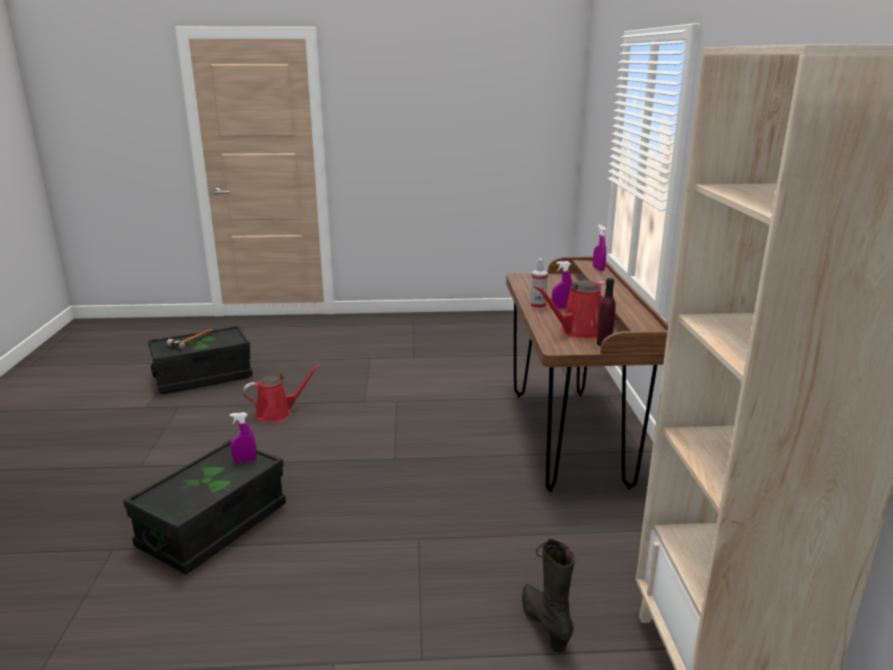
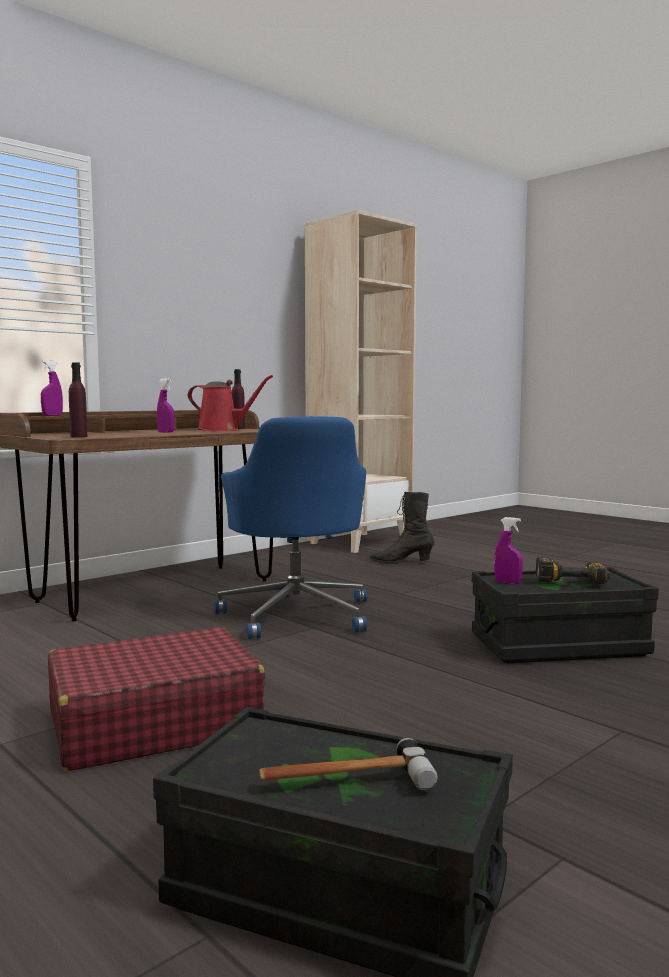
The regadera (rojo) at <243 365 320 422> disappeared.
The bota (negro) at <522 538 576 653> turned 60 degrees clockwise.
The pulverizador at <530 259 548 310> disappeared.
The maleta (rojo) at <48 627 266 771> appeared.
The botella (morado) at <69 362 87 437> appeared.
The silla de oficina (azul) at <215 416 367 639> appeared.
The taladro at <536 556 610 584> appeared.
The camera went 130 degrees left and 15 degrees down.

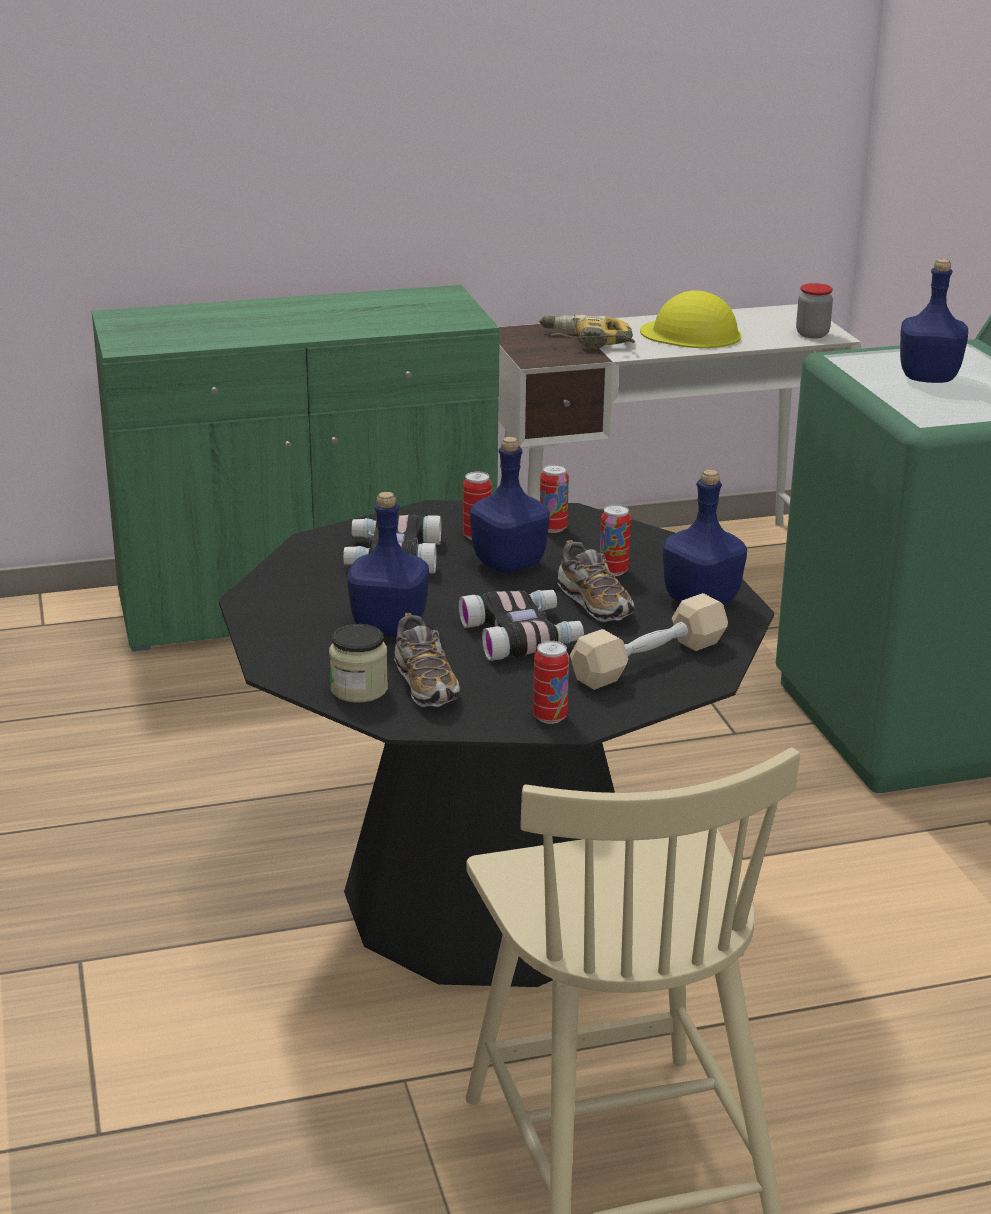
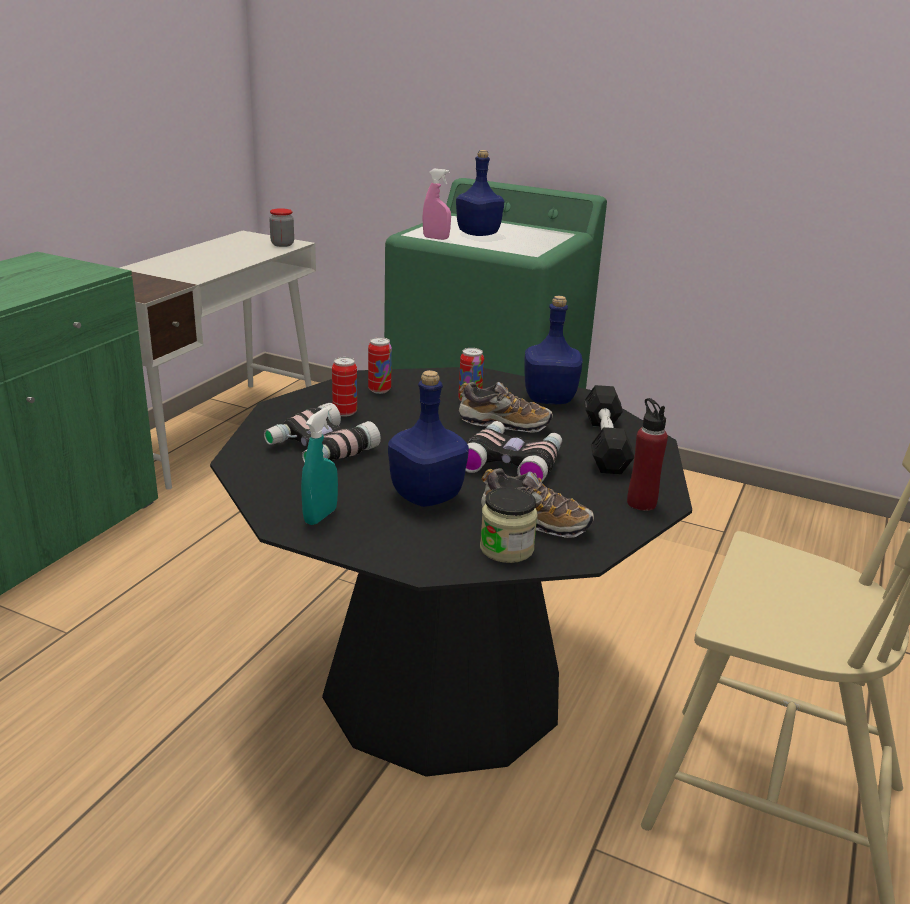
The botella (azul) at <470 437 550 573> disappeared.
The lata at <533 641 569 724> was replaced by the botella (rojo) at <627 398 668 511>.
The taladro at <539 314 635 349> disappeared.
The mancuerna (beis) at <570 593 728 690> became the mancuerna (negro) at <584 385 634 474>.
The casco (amarillo) at <640 290 741 348> disappeared.
The pulverizador (turquesa) at <301 406 338 525> appeared.
The pulverizador (rosa) at <423 169 451 240> appeared.
The camera went 50 degrees left and 0 degrees up.

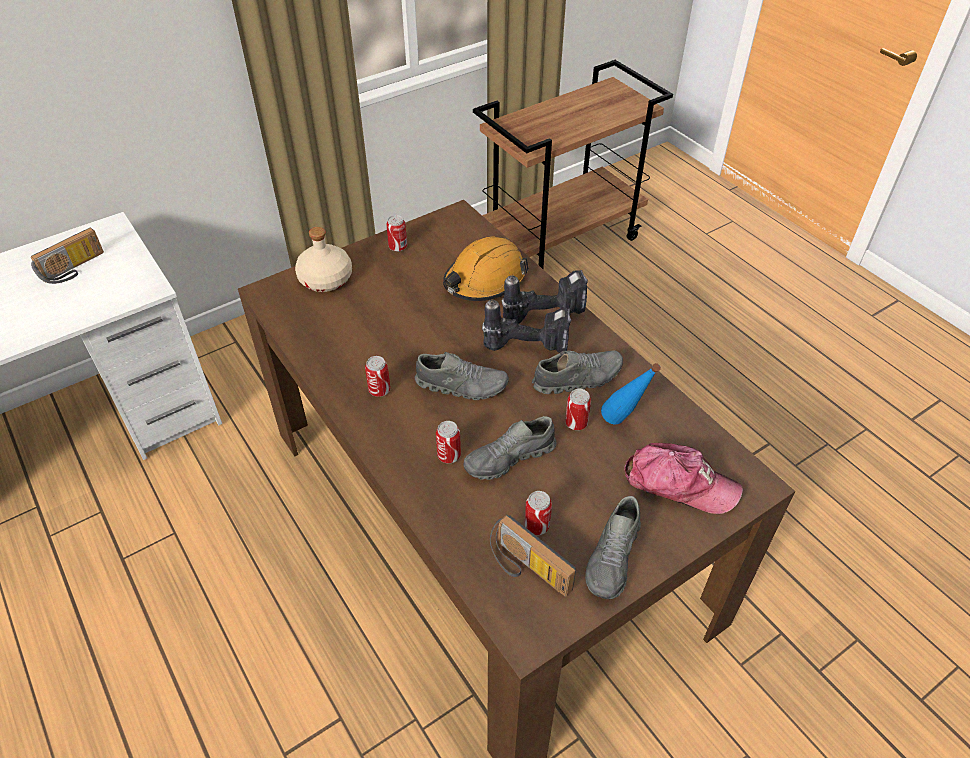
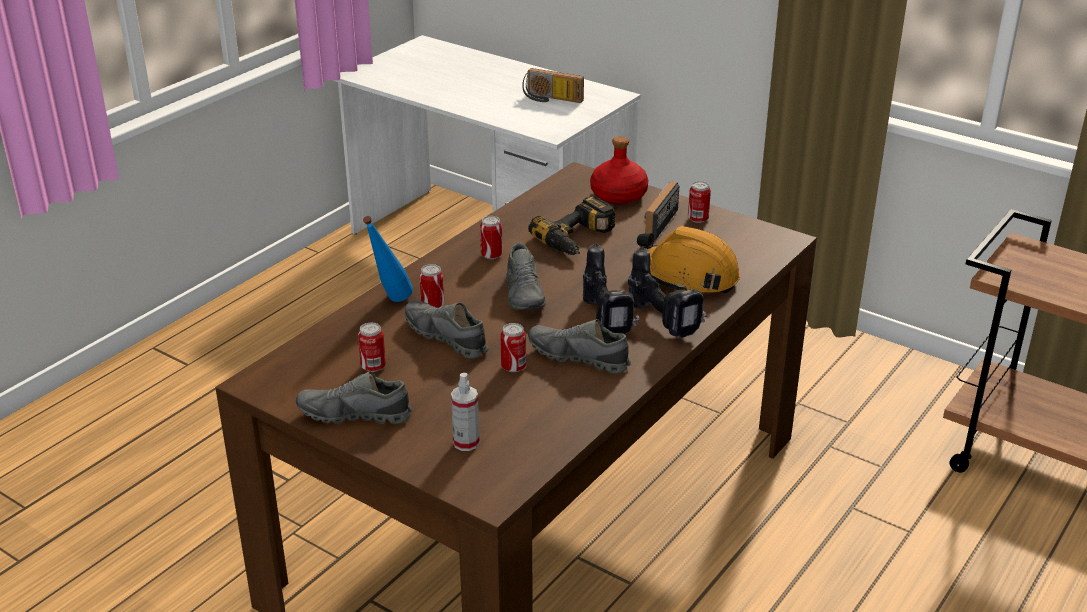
The botella (beis) at <295 227 352 292> became the botella (rojo) at <590 136 649 205>.
The radio moved from <490 515 576 597> to <645 181 679 240>.
The zapato (gris) at <532 350 623 394> turned 150 degrees clockwise.
The botella (azul) moved from <601 363 661 424> to <363 216 413 302>.
The gorra at <624 443 743 514> was replaced by the pulverizador at <451 373 480 451>.
The taladro at <528 196 615 255> appeared.
The camera went 70 degrees right and 15 degrees down.

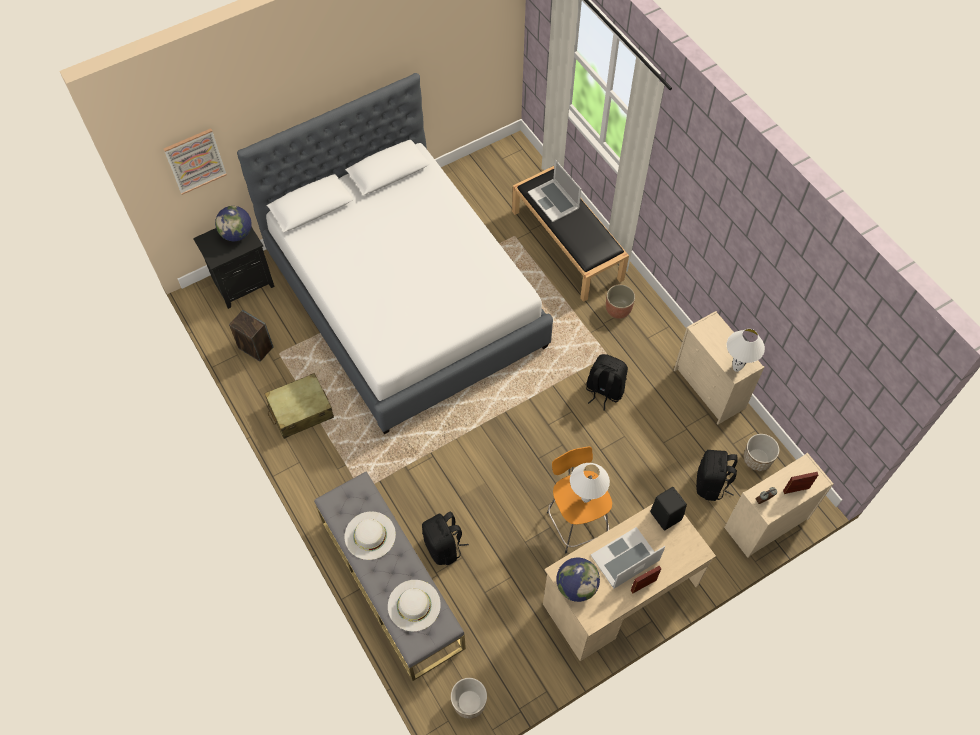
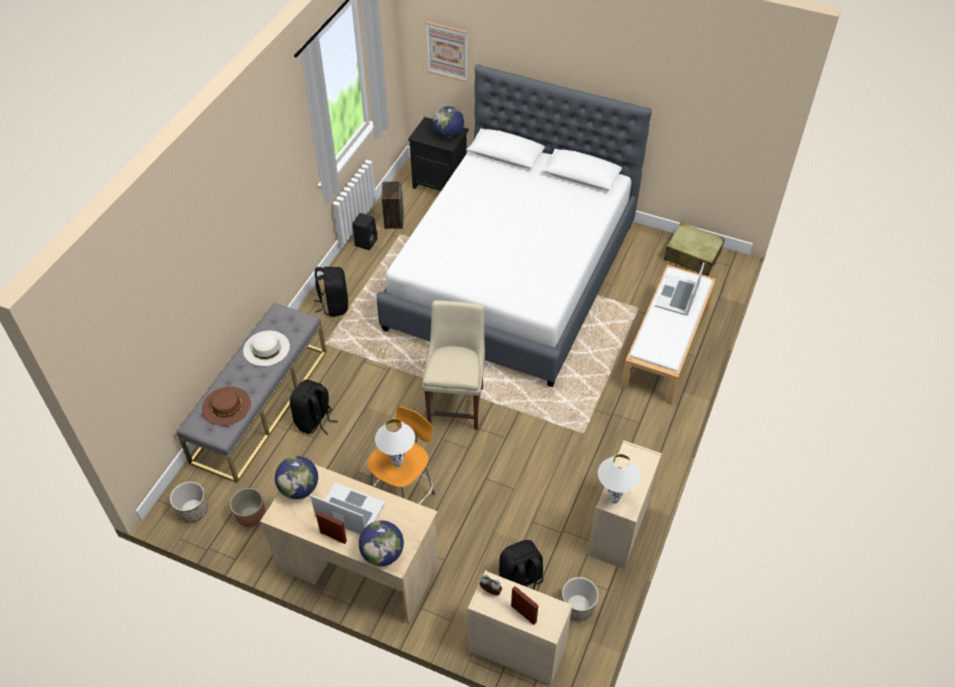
The maleta (beis) moved from <264 373 334 439> to <664 222 725 276>.
The sombrero (blanco) at <388 580 441 632> became the sombrero (marrón) at <202 387 251 426>.
The banco (negro) at <512 166 629 302> became the banco (blanco) at <621 265 716 405>.
The mochila (negro) moved from <586 354 628 410> to <314 267 348 317>.
The maceta moved from <606 285 635 319> to <230 488 265 527>.
The altavoz (negro) moved from <650 487 687 530> to <352 213 377 250>.
The globo terráqueo at <359 520 404 566> appeared.
The silla (beis) at <422 300 485 430> appeared.
The camera went 55 degrees right and 10 degrees down.

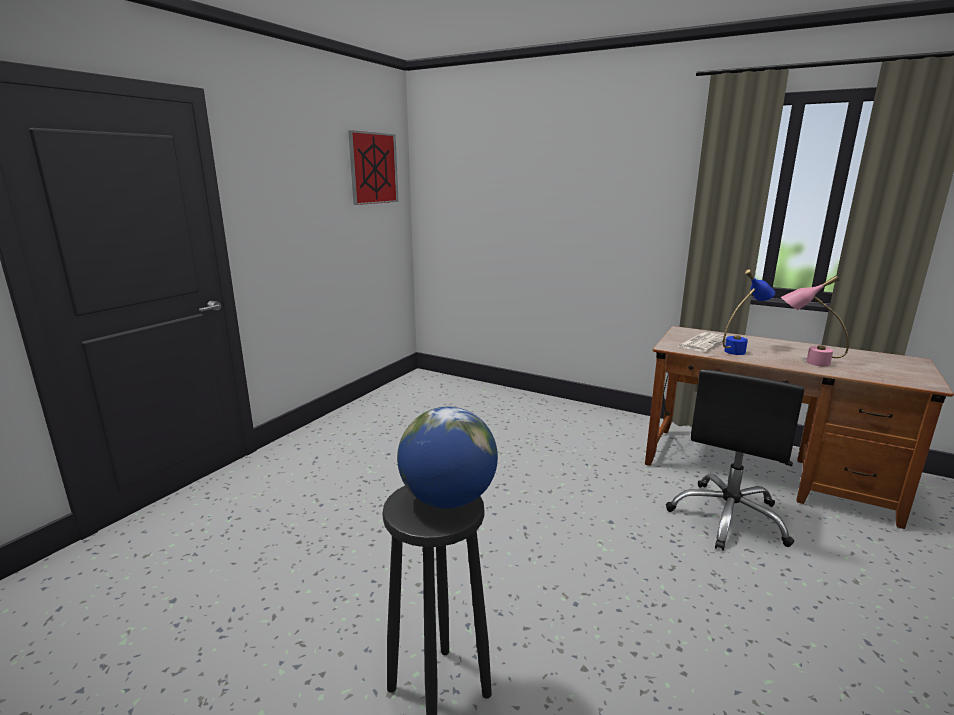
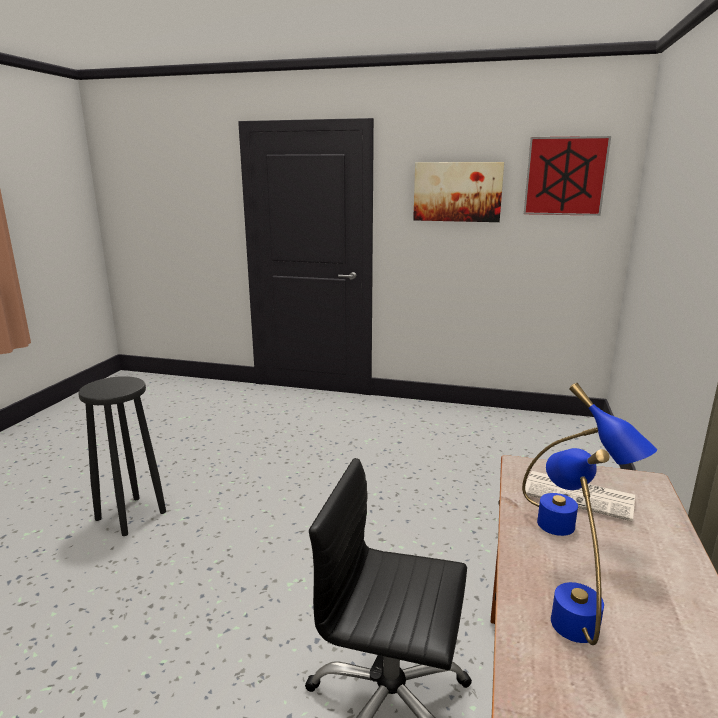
The globo terráqueo at <397 407 498 509> disappeared.
The lámpara de mesa (rosa) at <781 276 849 366> became the lámpara de mesa (azul) at <546 448 609 645>.
The cuadro at <413 162 504 222> appeared.
The camera went 75 degrees right and 0 degrees up.

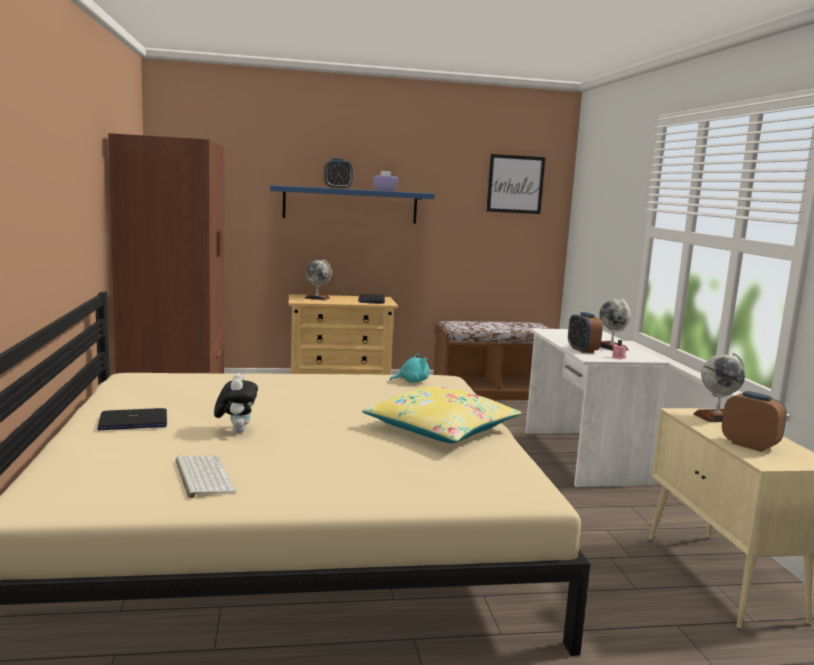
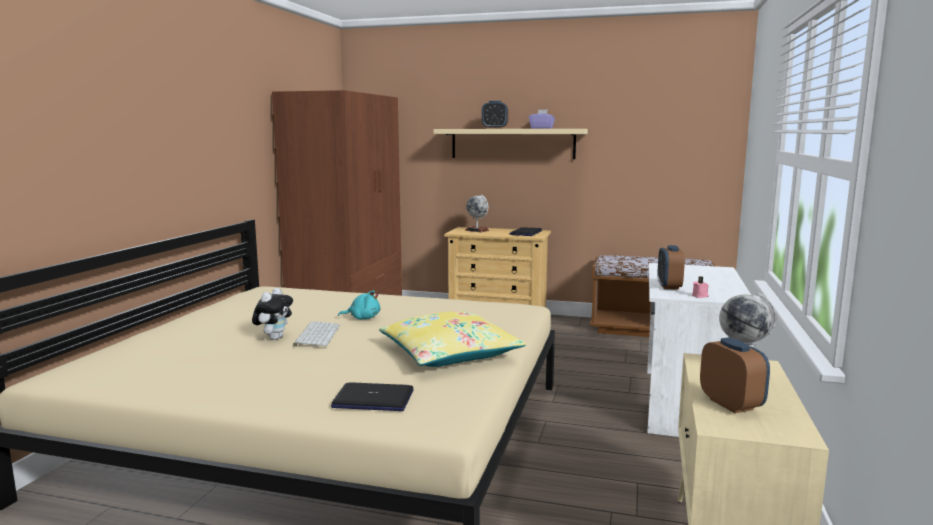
The portátil moved from <97 408 167 430> to <331 382 414 411>.
The teclado moved from <175 456 236 498> to <293 321 340 347>.
The estante (azul) at <270 185 435 224> became the estante (beis) at <433 129 588 159>.
The peluche (turquesa) moved from <390 354 430 383> to <338 290 380 319>.
The cuadro at <486 154 545 214> disappeared.
The globo terráqueo at <599 299 631 351> disappeared.
The camera went 25 degrees right and 0 degrees up.

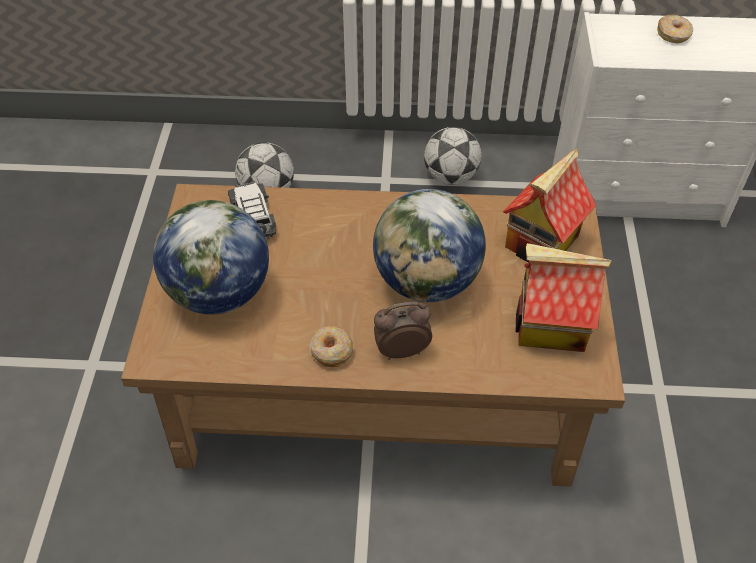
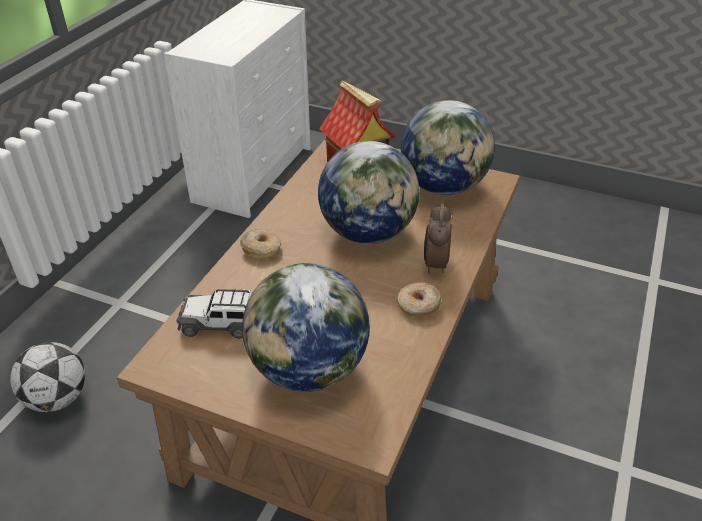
The balón de fútbol at <424 127 482 185> disappeared.
The casita at <516 243 612 352> was replaced by the globo terráqueo at <401 100 495 195>.
The rosquilla moved from <657 15 694 44> to <240 229 281 259>.
The camera went 70 degrees left and 10 degrees down.

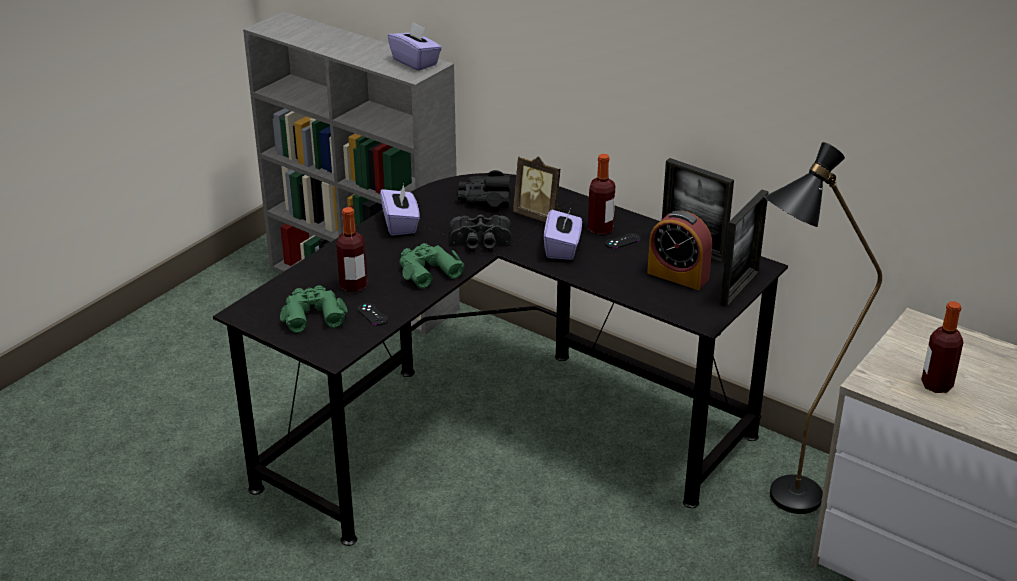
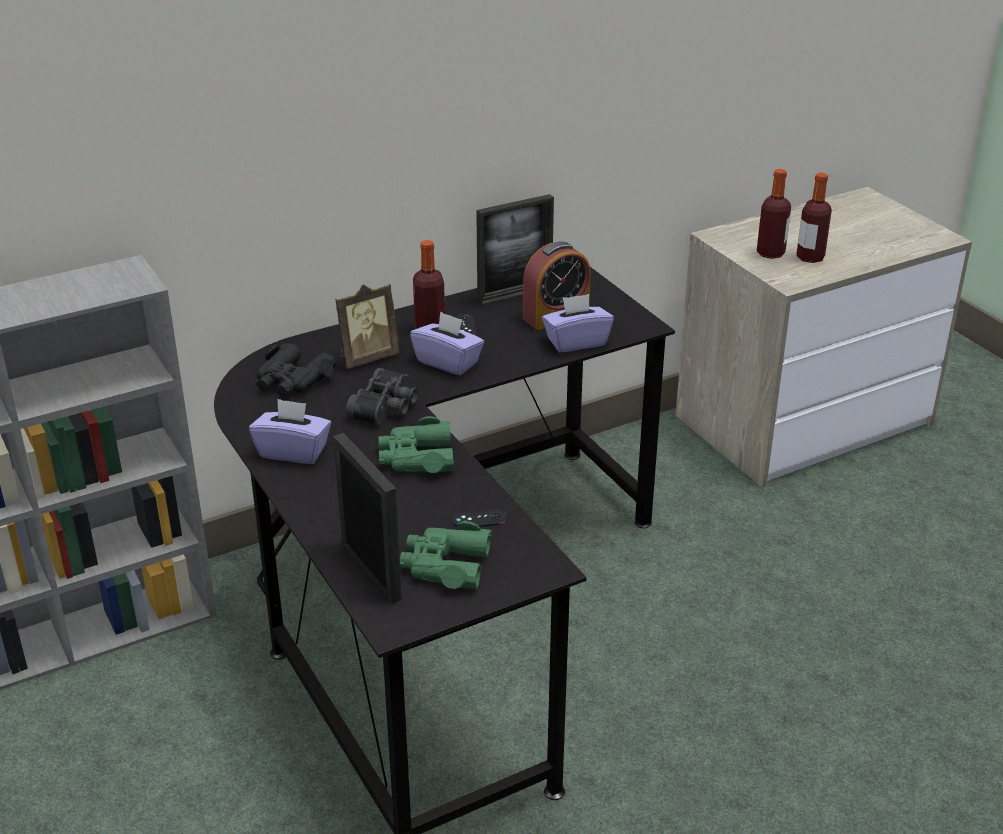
The botella moved from <336 207 367 292> to <757 169 791 259>.
The caja de pañuelos (morado) moved from <388 22 442 71> to <542 294 614 352>.
The portarretratos moved from <720 189 769 307> to <333 433 402 604>.
The lámpara de pie (negro) at <764 142 882 514> disappeared.
The camera went 65 degrees left and 0 degrees up.

